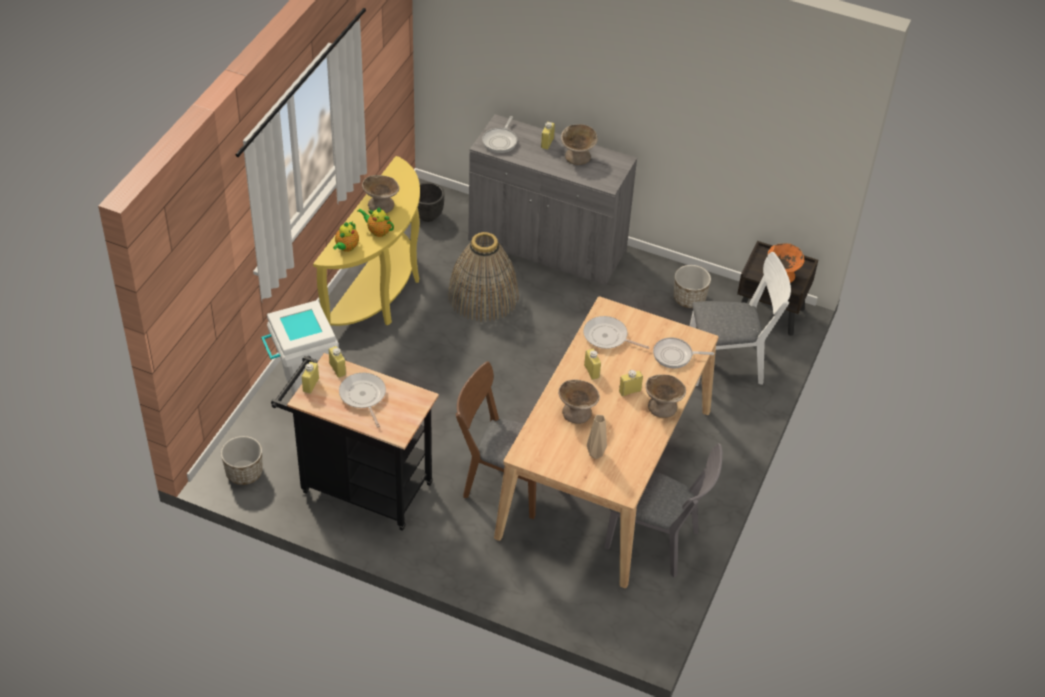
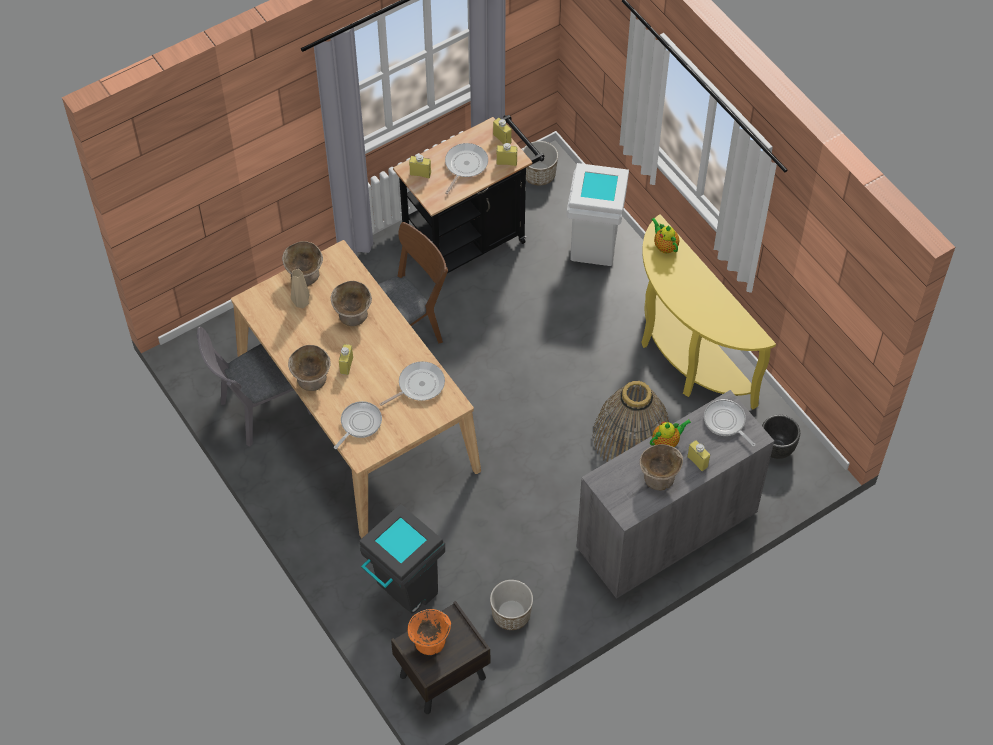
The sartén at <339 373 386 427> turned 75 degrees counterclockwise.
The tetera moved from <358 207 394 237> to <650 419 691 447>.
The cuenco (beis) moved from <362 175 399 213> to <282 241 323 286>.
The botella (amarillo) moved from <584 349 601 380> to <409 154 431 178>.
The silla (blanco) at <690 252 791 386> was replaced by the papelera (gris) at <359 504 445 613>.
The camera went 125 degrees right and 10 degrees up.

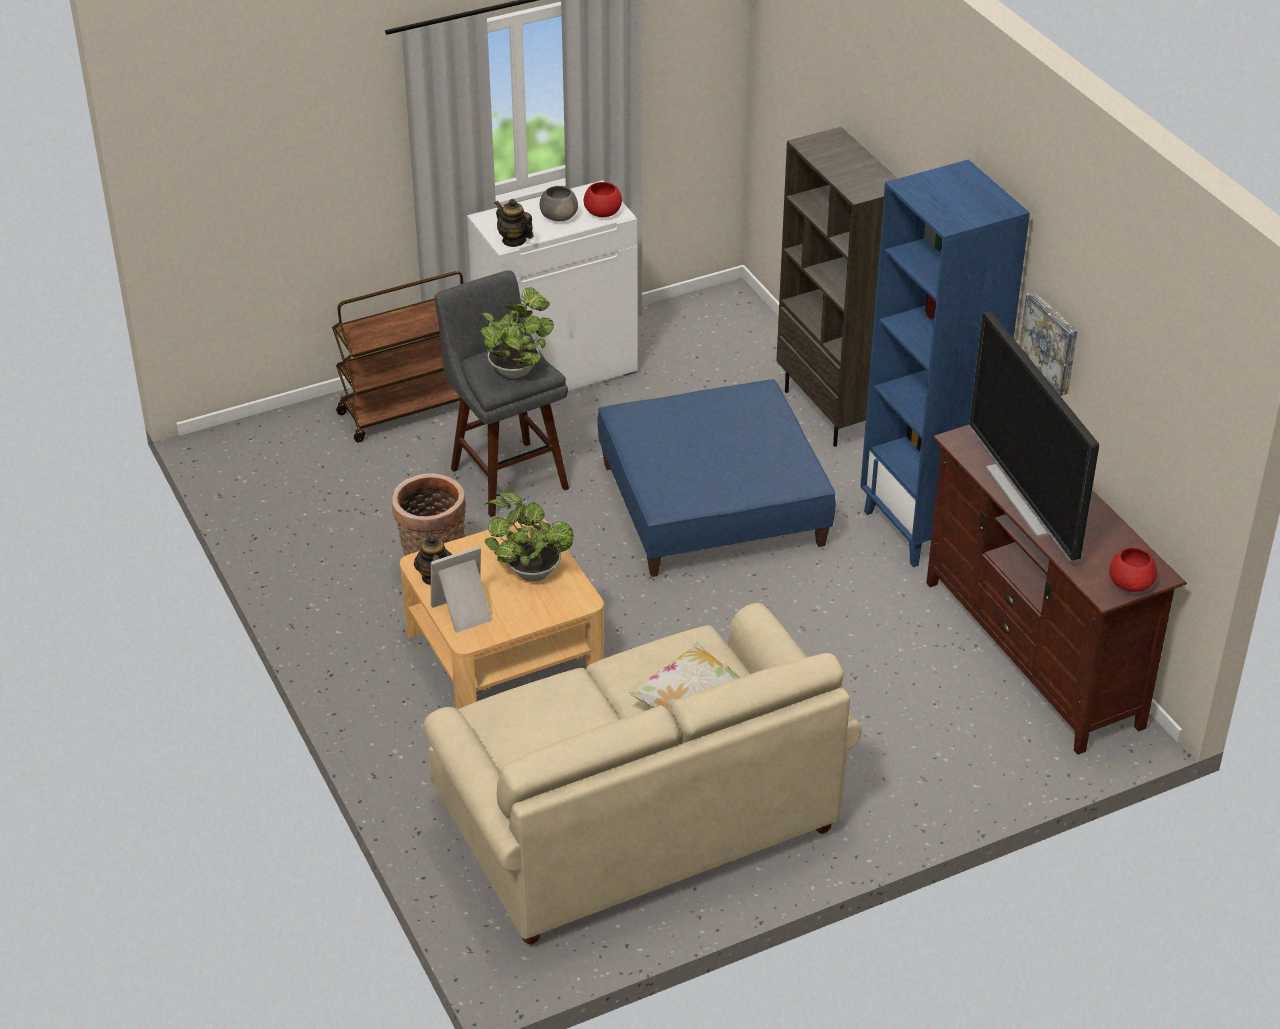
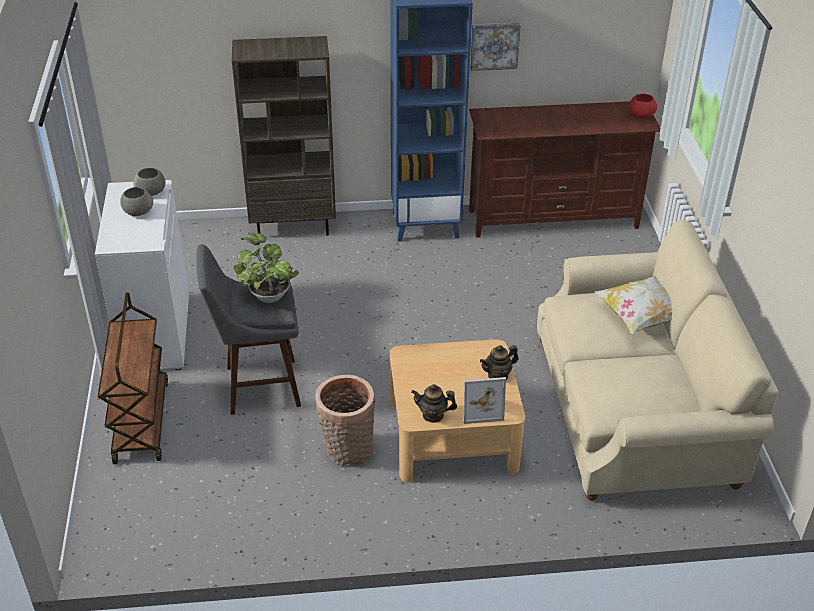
The portarretratos at <431 546 493 633> turned 90 degrees counterclockwise.
The planta en maceta at <485 493 574 581> disappeared.
The tetera moved from <495 199 533 247> to <480 345 519 380>.
The cuenco (rojo) at <584 182 622 217> became the cuenco (gris) at <133 168 165 196>.
The puf (azul) at <597 379 836 577> disappeared.
The televisor at <970 311 1099 562> disappeared.
The camera went 70 degrees left and 0 degrees up.

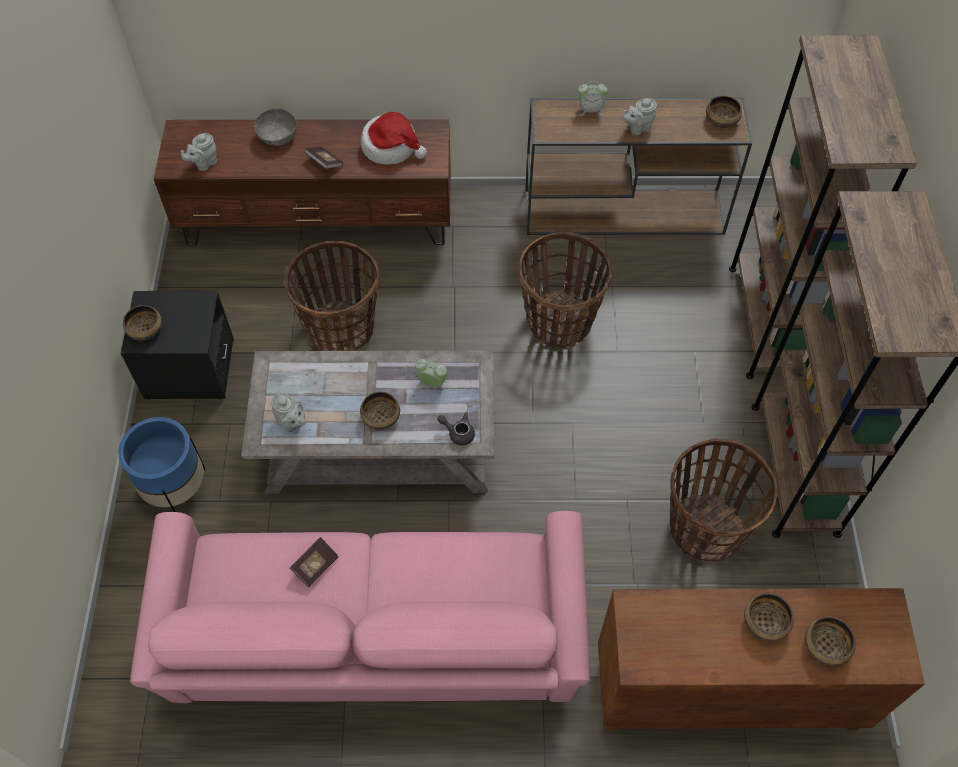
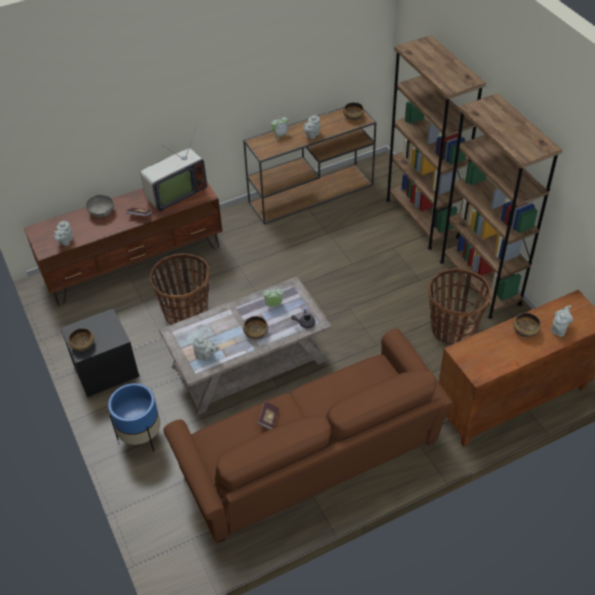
The sofá (rosa) at <130 511 590 703> became the sofá (marrón) at <163 329 454 544>.
The sombrero at <361 112 427 165> was replaced by the televisor at <140 128 207 212>.
The cesta at <519 232 612 347> disappeared.
The cuenco at <805 616 856 666> was replaced by the tetera (gris) at <551 305 573 337>.
The camera went 25 degrees left and 10 degrees down.

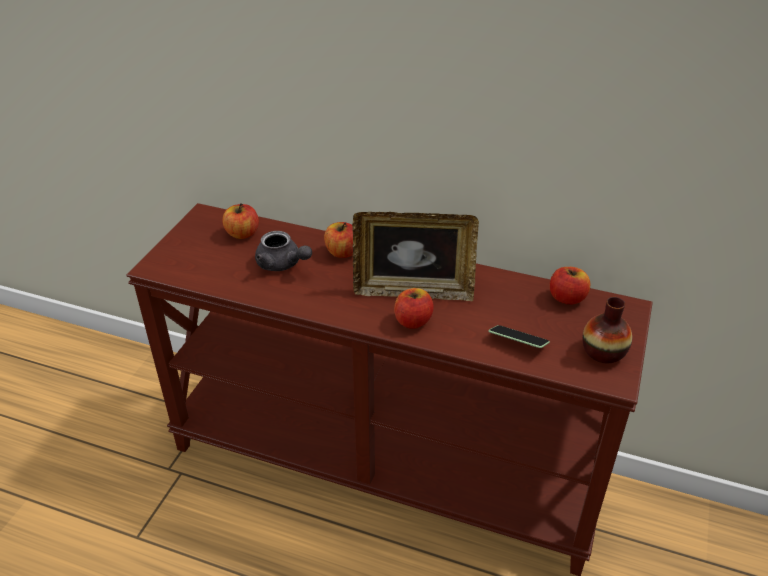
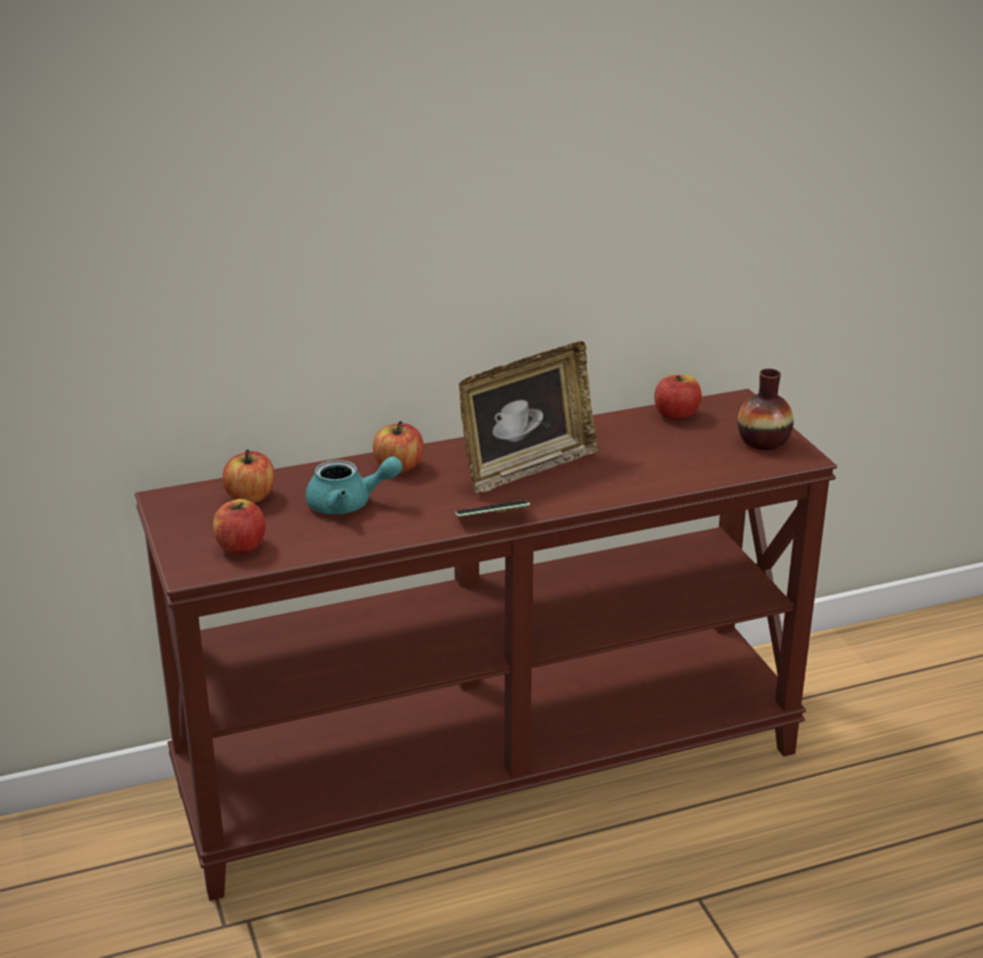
The tetera (gris) at <255 231 312 271> became the tetera (turquesa) at <306 456 403 514>.
The manzana moved from <394 288 434 329> to <213 499 266 554>.
The móvil moved from <488 325 550 348> to <455 500 530 517>.
The camera went 40 degrees left and 10 degrees down.

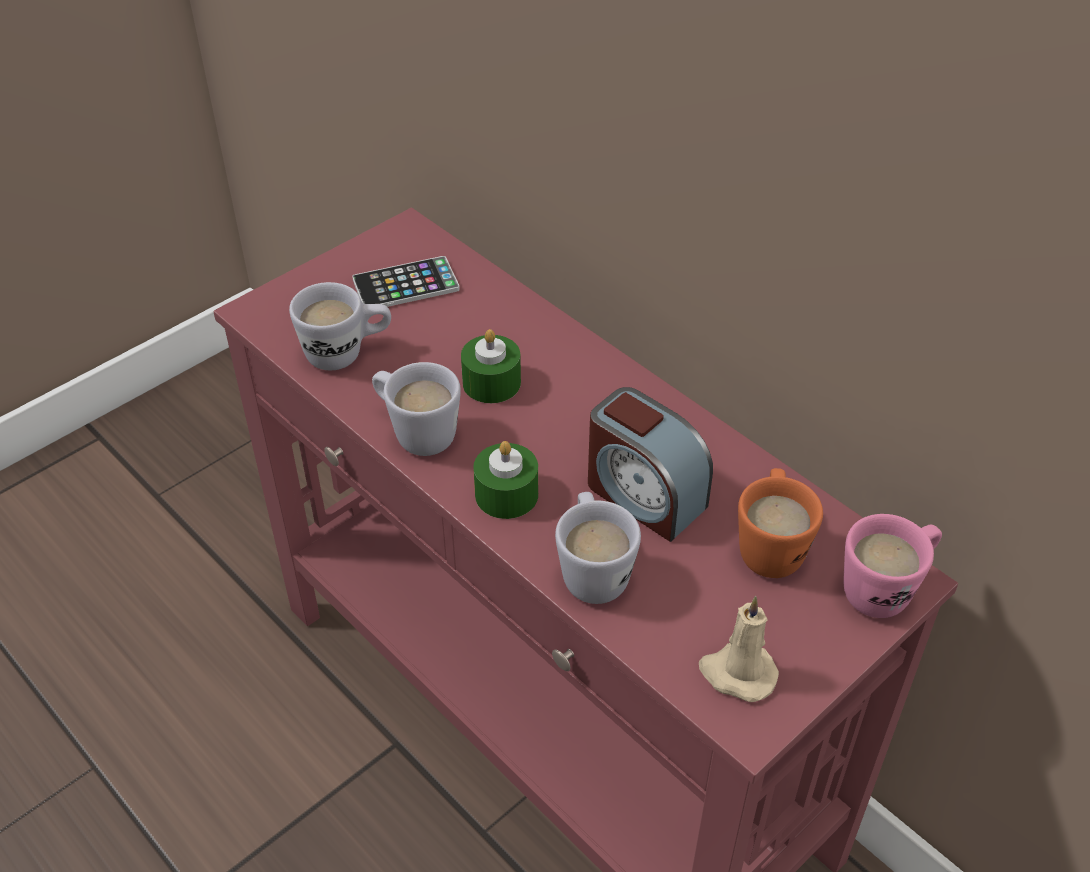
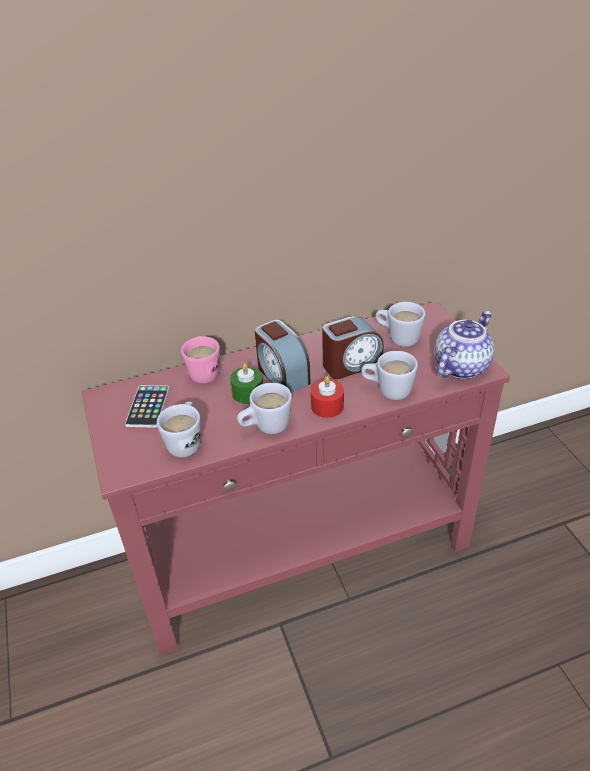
The vela (verde) at <473 441 538 519> became the vela (rojo) at <311 376 344 418>.
The vela (beis) at <699 596 779 702> was replaced by the tetera at <435 311 494 379>.
The taza grande (naranja) at <738 468 823 578> became the taza grande (blanco) at <376 302 425 347>.
The taza grande (rosa) moved from <844 514 942 618> to <181 336 220 384>.
The despertador at <255 320 311 393> appeared.
The camera went 65 degrees left and 5 degrees down.

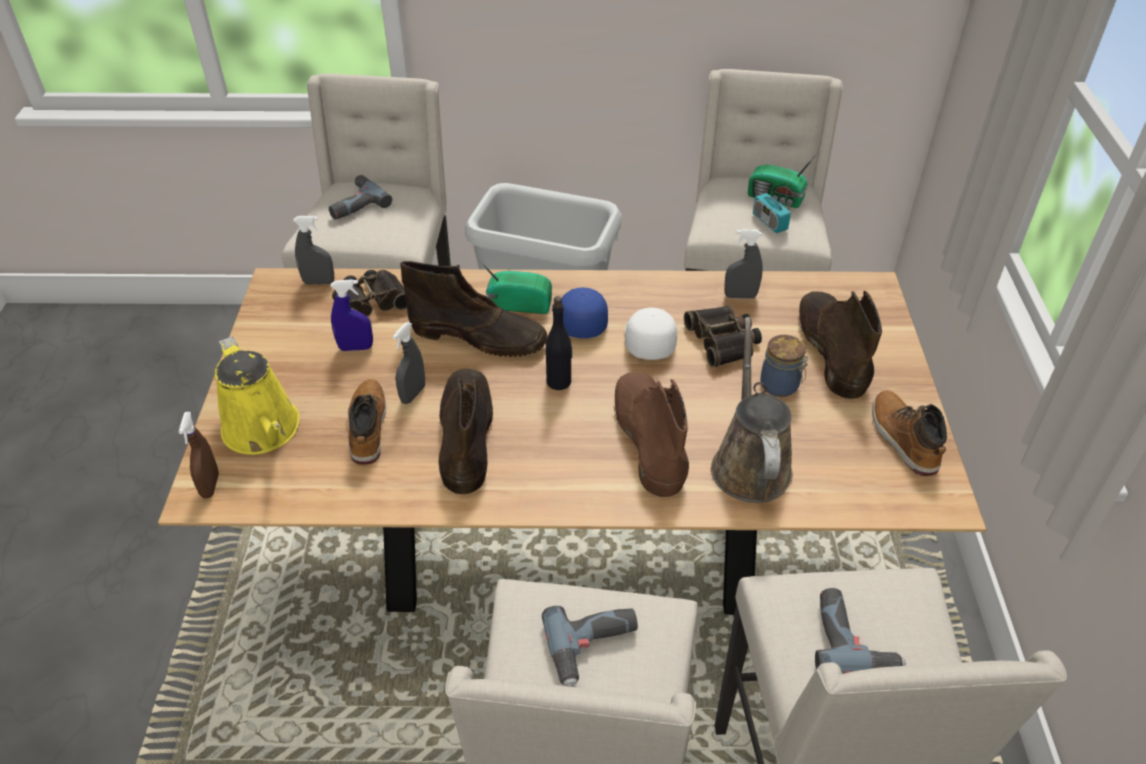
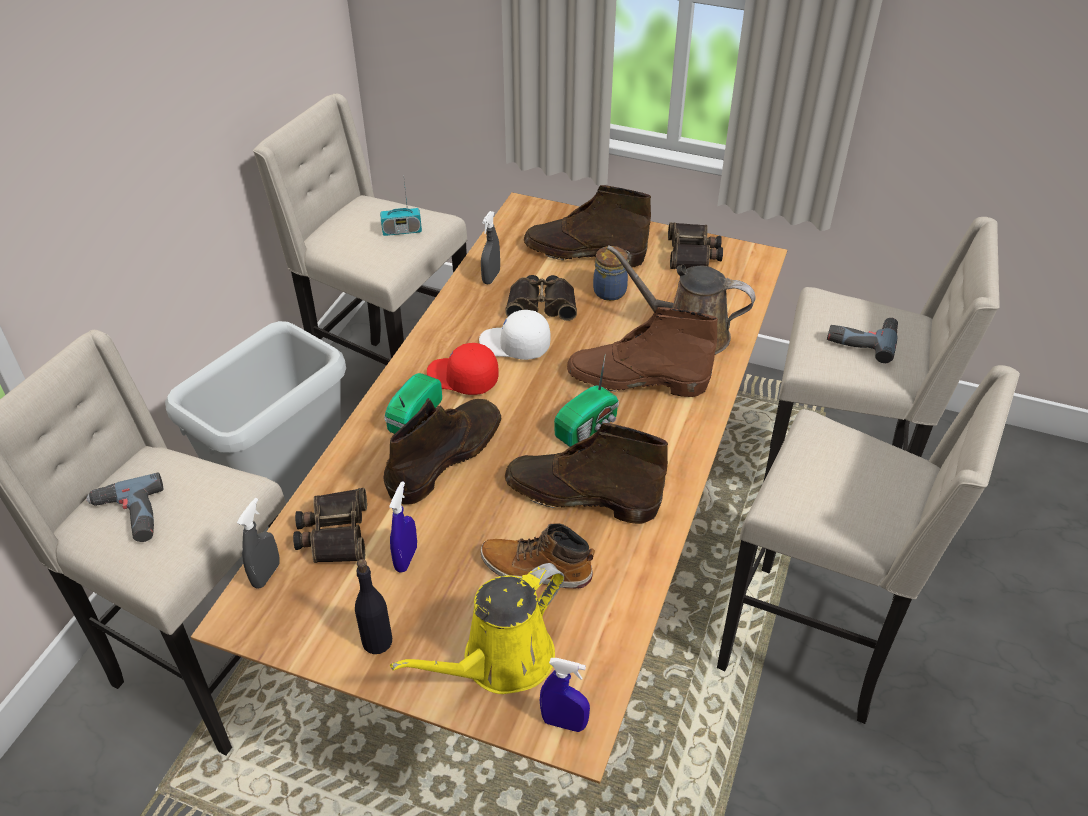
The pulverizador (marrón) at <179 412 219 499> became the pulverizador (azul) at <540 658 590 732>.
The regadera (amarillo) at <215 336 300 455> turned 150 degrees clockwise.
The pulverizador (gris) at <392 322 425 404> disappeared.
The taladro at <542 606 638 687> disappeared.
The botella (negro) moved from <546 296 572 390> to <355 559 392 654>.
The gorra (azul) at <562 287 608 338> became the gorra (rojo) at <427 343 499 395>.
The radio moved from <748 154 817 208> to <554 354 619 447>.
The bota at <872 390 947 476> was replaced by the prismáticos at <668 222 723 269>.
The camera went 70 degrees left and 0 degrees up.

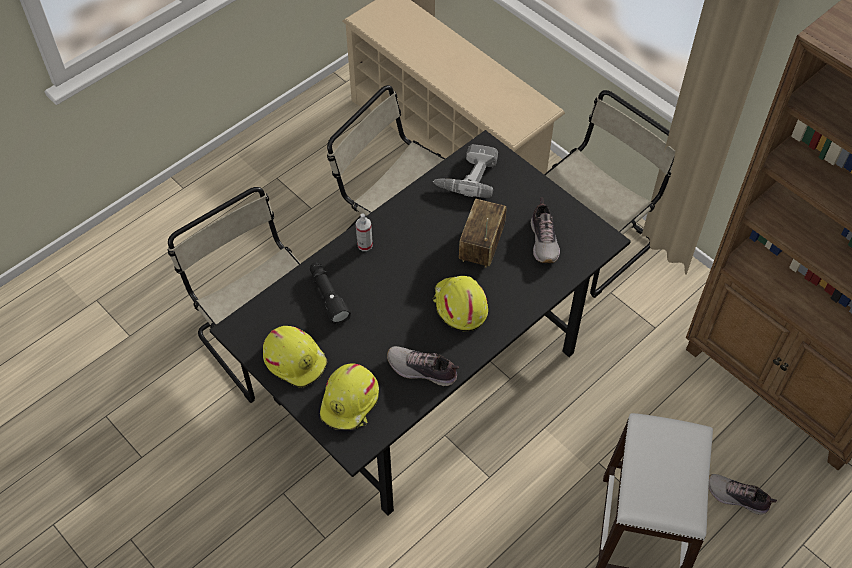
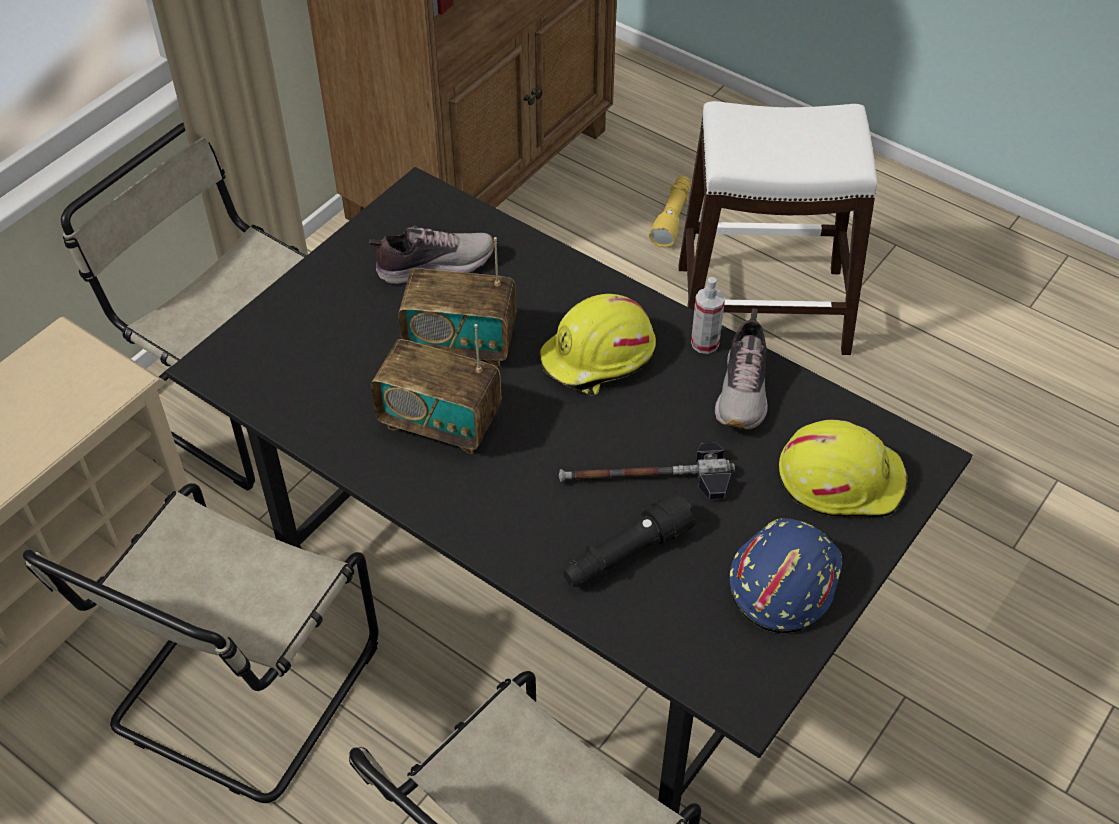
The casco (amarillo) at <263 326 328 388> became the casco (azul) at <730 518 843 633>.
The pulverizador moved from <356 213 373 251> to <691 277 725 354>.
The taladro at <433 144 498 198> disappeared.
The zapato at <708 474 777 515> was replaced by the linterna (amarillo) at <649 176 691 247>.
The radio at <371 324 502 454> appeared.
The martillo at <559 443 735 499> appeared.
The camera went 100 degrees left and 5 degrees down.

